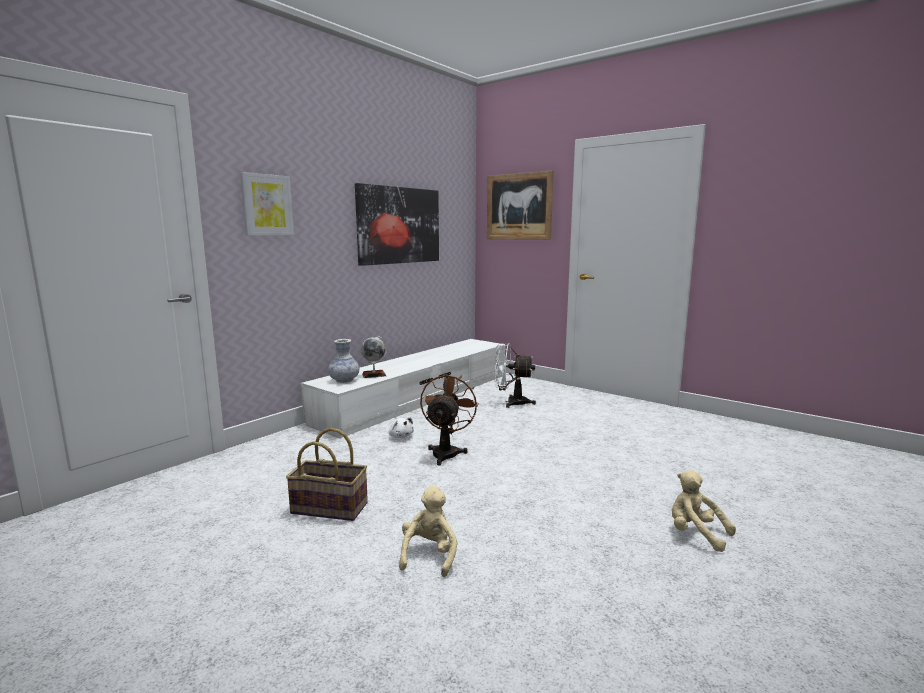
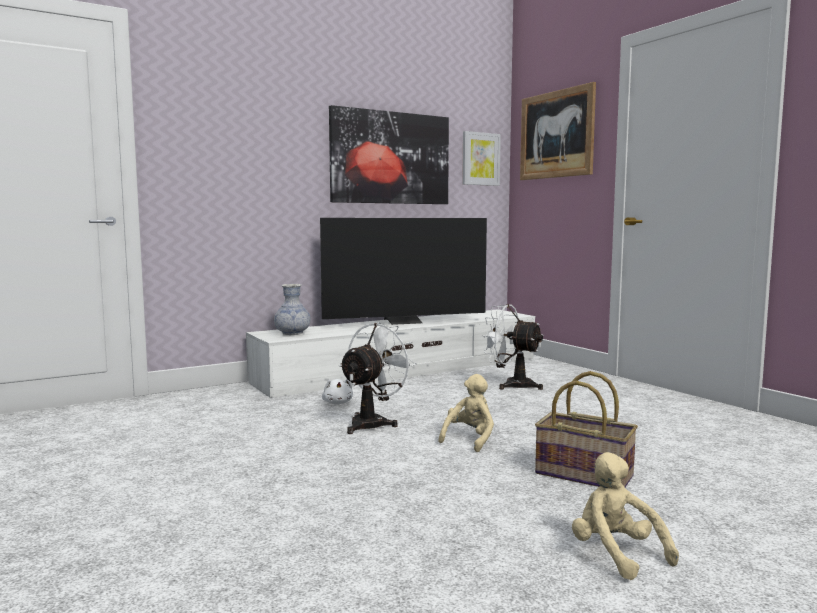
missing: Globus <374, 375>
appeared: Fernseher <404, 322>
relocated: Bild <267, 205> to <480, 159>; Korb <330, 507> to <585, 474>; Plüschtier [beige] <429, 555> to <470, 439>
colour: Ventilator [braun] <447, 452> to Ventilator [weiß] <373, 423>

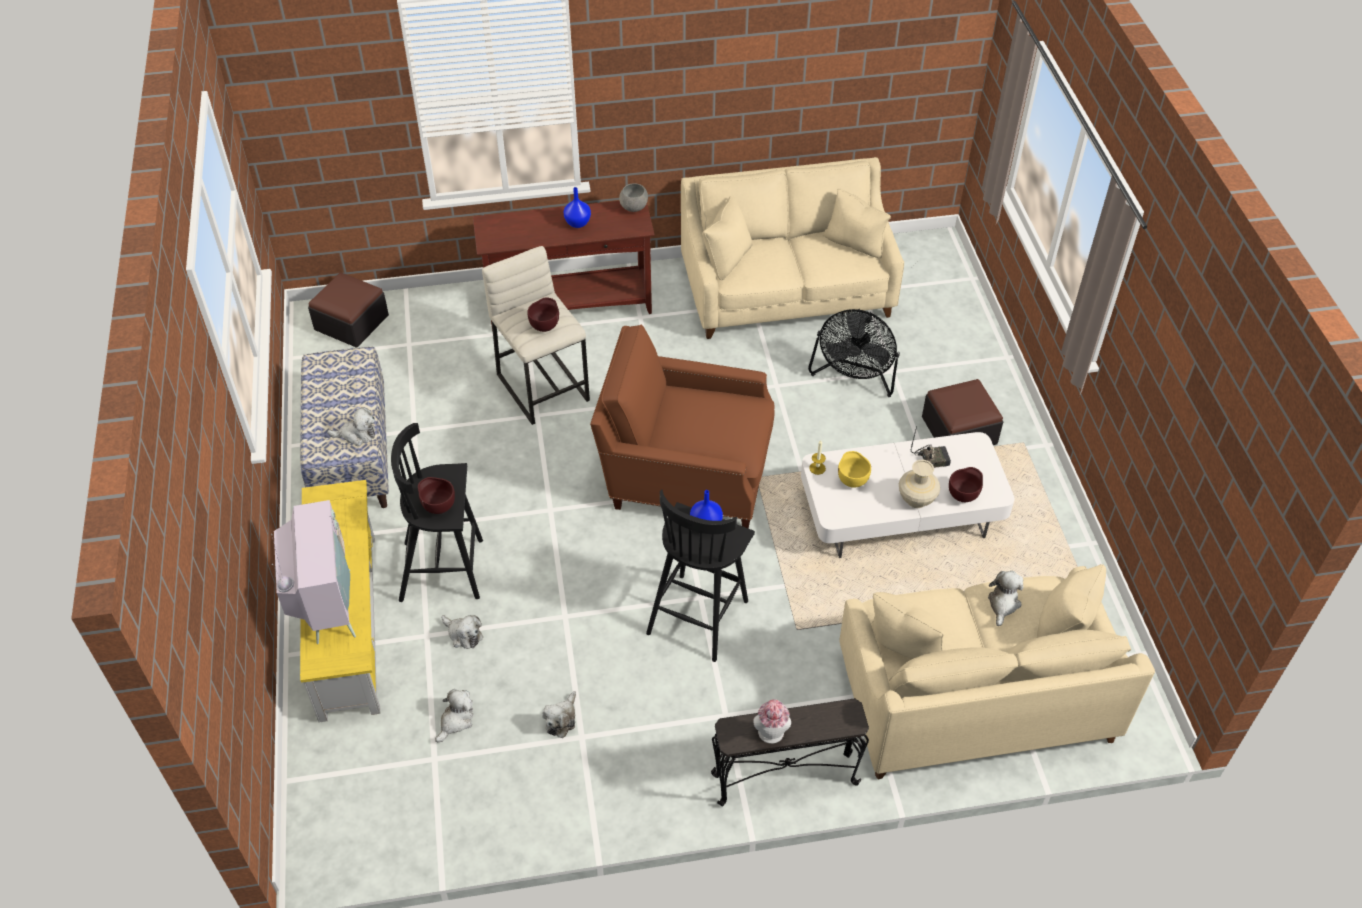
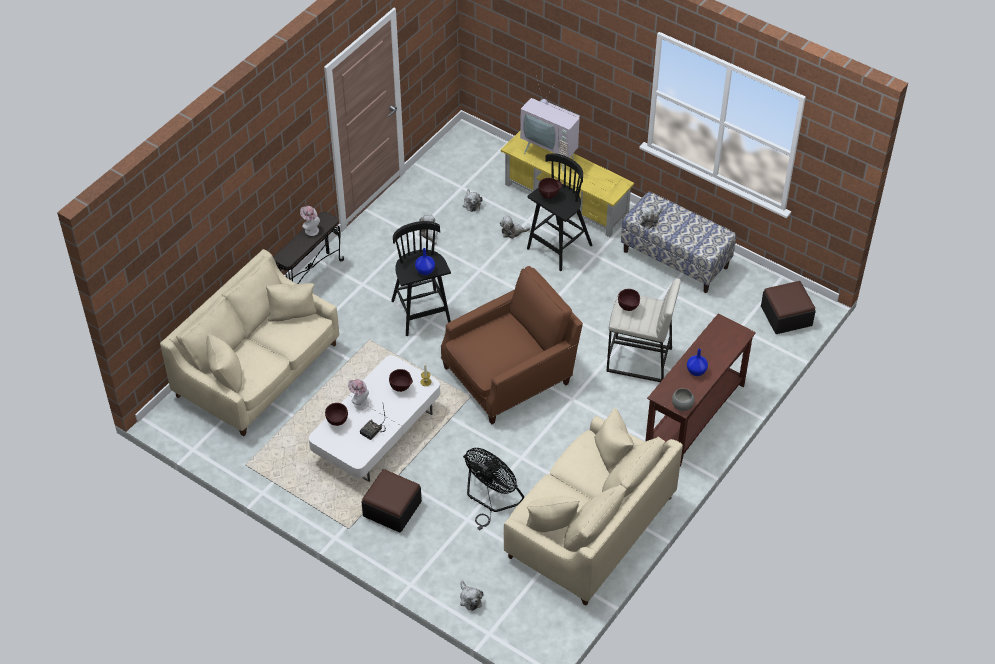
relocated: Plüschtier <1003, 604> to <470, 599>
exchanged: Vase [beige] <916, 499> to Hut <359, 402>
colour: Schüssel [gelb] <852, 480> to Schüssel [braun] <401, 388>
spun: Ventilator [schwarz] <852, 373> = <488, 499> 60 degrees clockwise

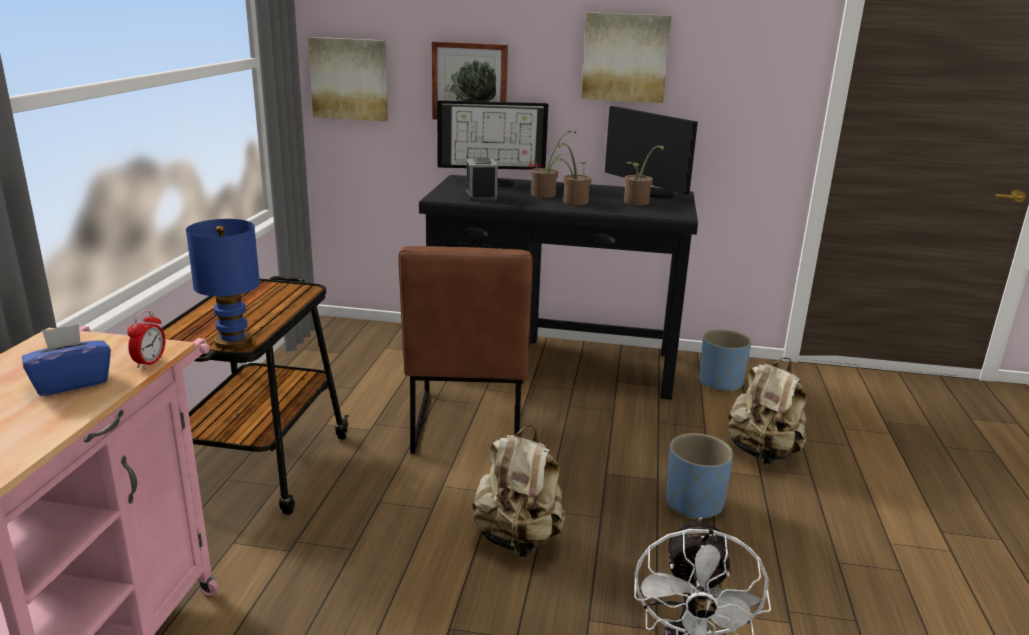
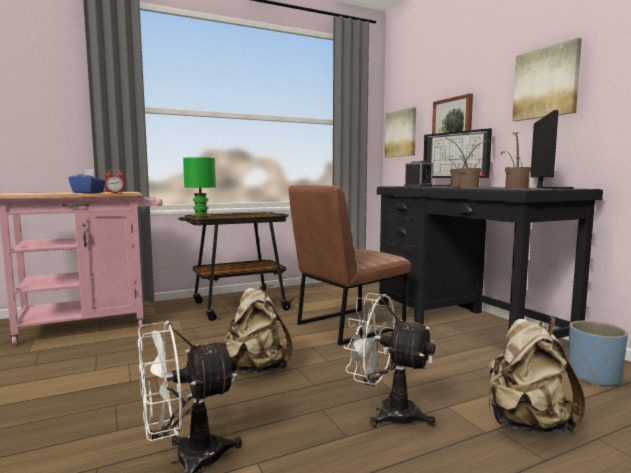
exchanged: Pflanzkübel [blau] <694, 503> to Ventilator [weiß] <387, 412>
colour: Tischlampe [blau] <232, 342> to Tischlampe [grün] <200, 217>

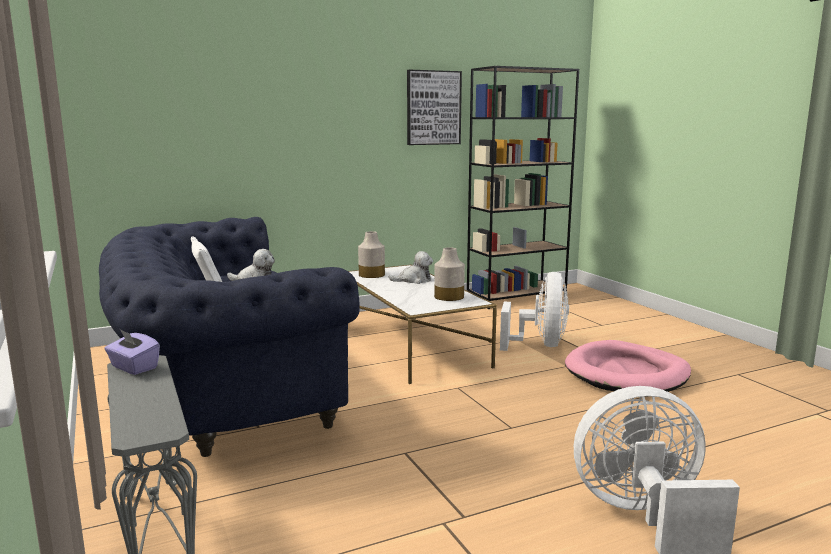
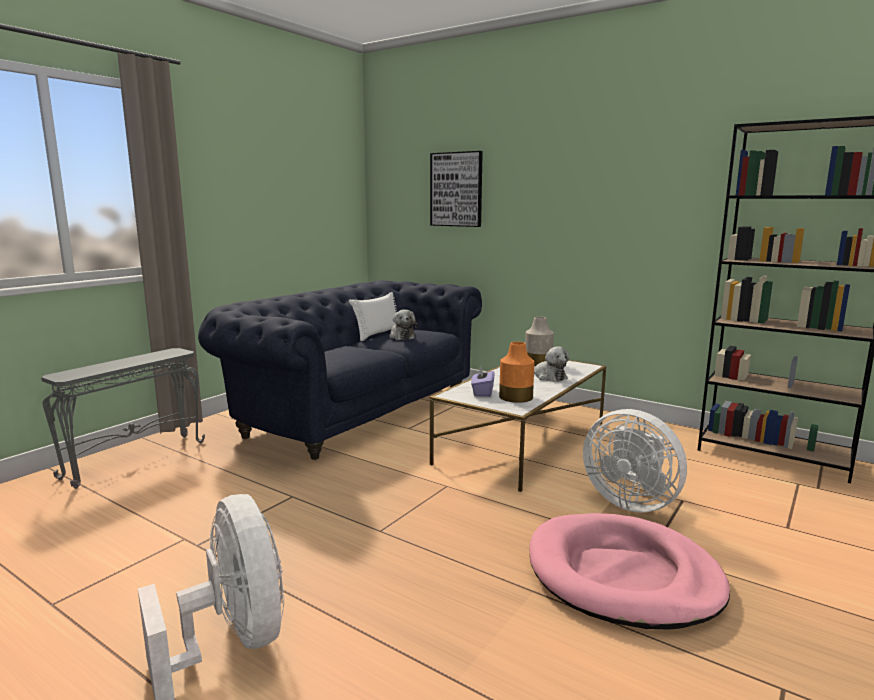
relocated: Taschentuchbox [lila] <133, 367> to <482, 392>; Bild <433, 108> to <456, 189>
colour: Vase [beige] <448, 296> to Vase [orange] <515, 397>
spun: Ventilator [weiß] <540, 345> = <630, 501> 60 degrees clockwise

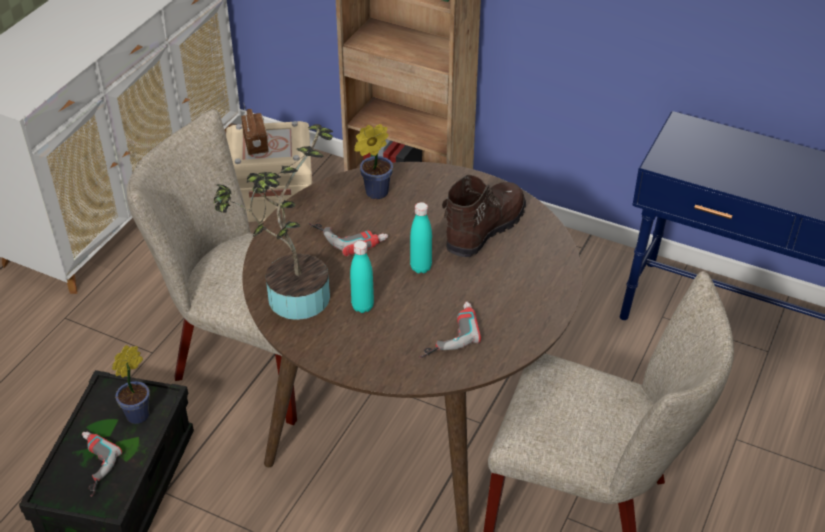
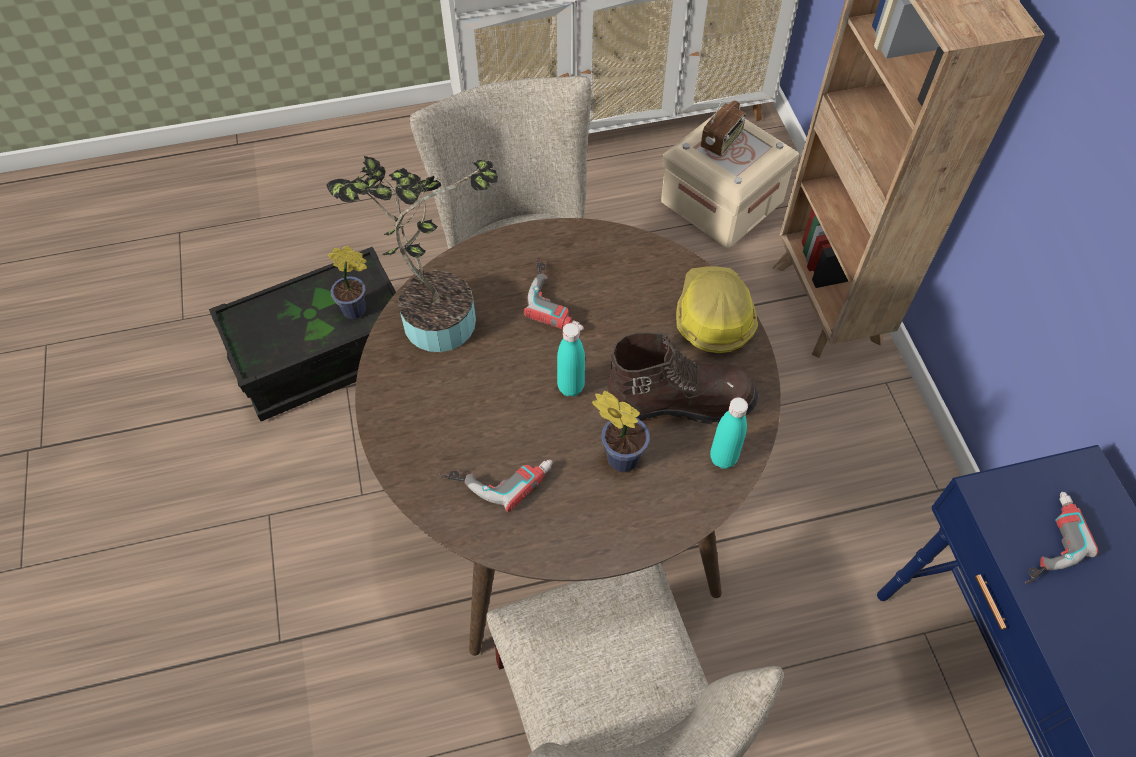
appeared: Schutzhelm <712, 316>
relocated: Bohrmaschine <89, 466> to <1044, 539>; Flasche [türkis] <362, 306> to <723, 458>; Topfpflanze <373, 193> to <619, 456>

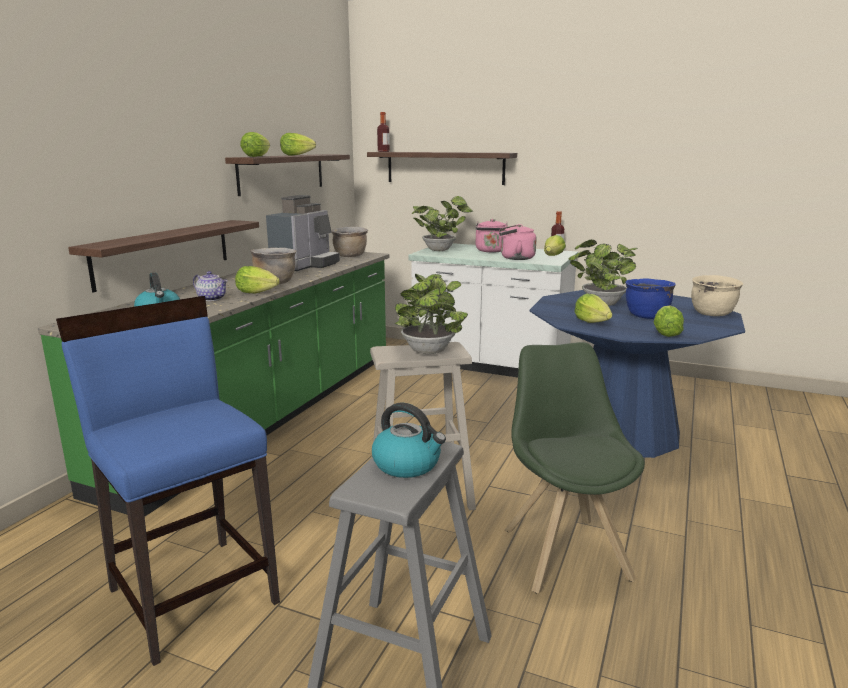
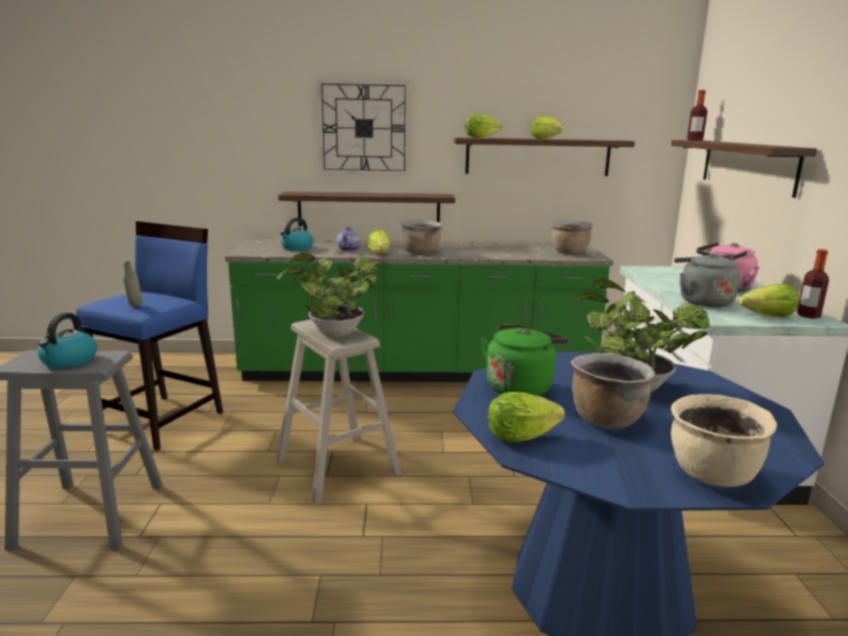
missing: Kaffeemaschine <305, 265>; Topfpflanze <441, 250>; Stuhl [grün] <564, 553>
appeared: Flasche [grau] <134, 306>; Wanduhr <364, 128>
exchanged: Salatkopf <592, 322> to Wasserkessel [grün] <520, 387>
colour: Wasserkessel [rosa] <515, 258> to Wasserkessel [grau] <702, 301>; Kochtopf [blau] <646, 316> to Kochtopf [braun] <606, 419>

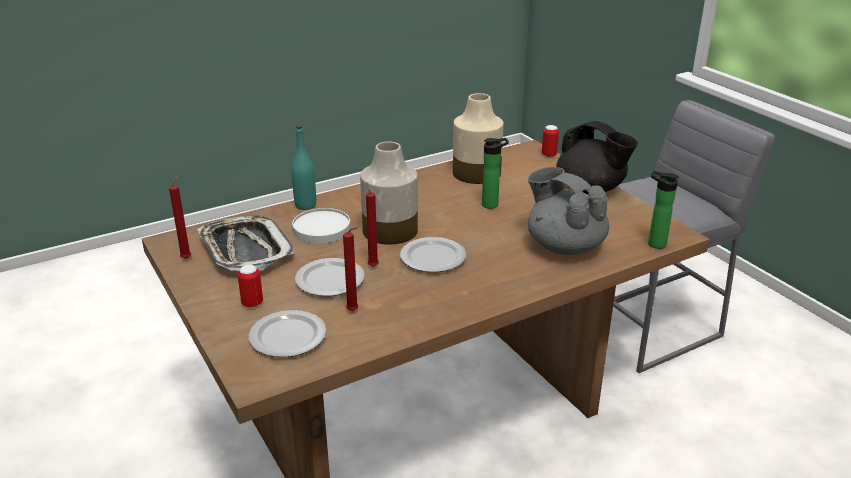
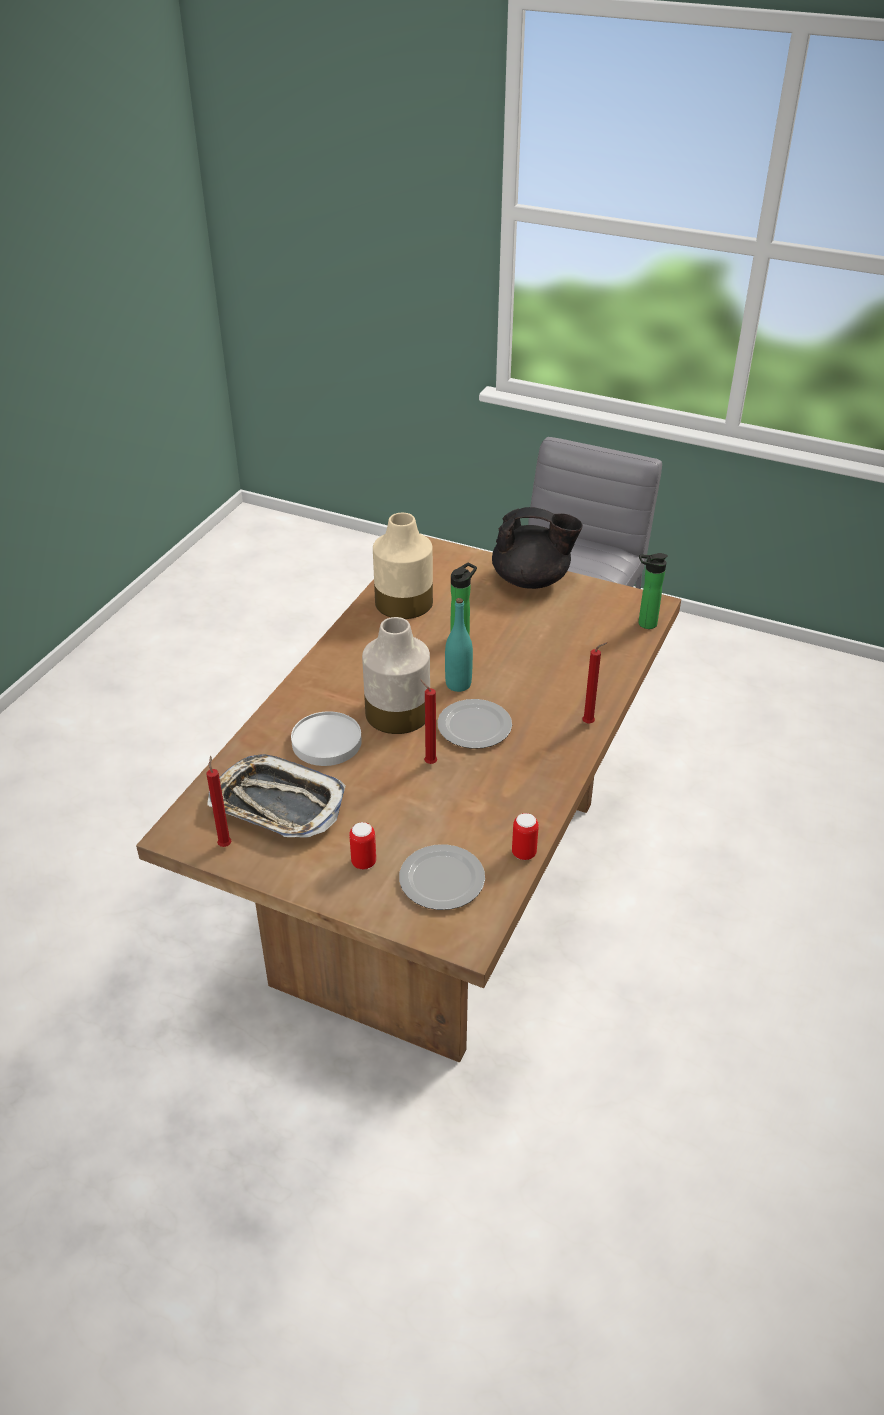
missing: Teller <330, 279>; Teekanne [grau] <564, 246>
relocated: Flasche [türkis] <305, 205> to <458, 684>; Kerze [rot] <354, 311> to <590, 723>; Dose <549, 155> to <524, 853>

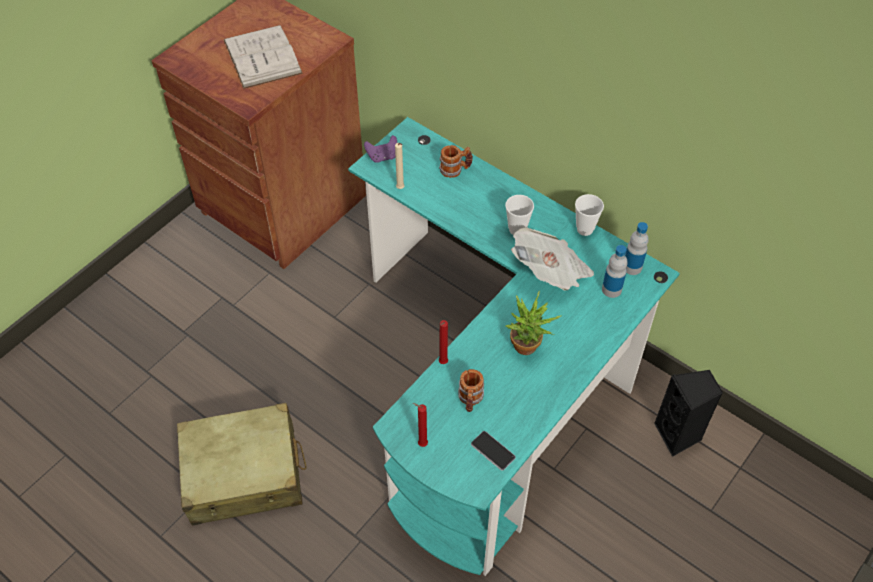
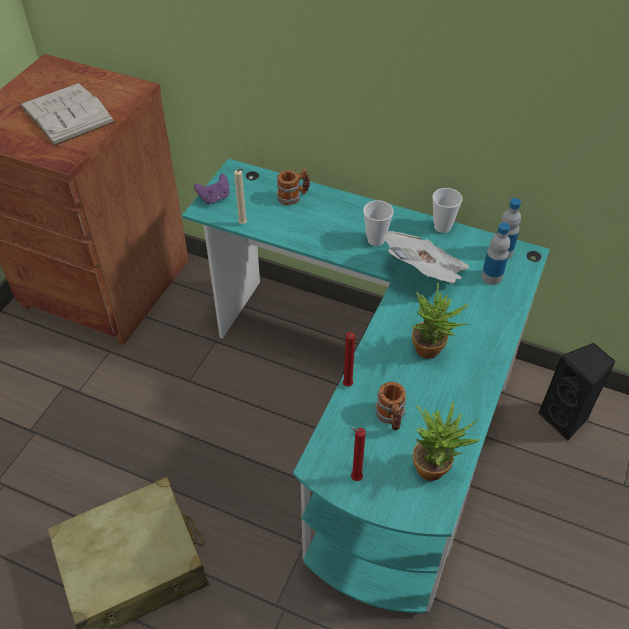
exchanged: Handy <493, 451> to Topfpflanze <436, 467>

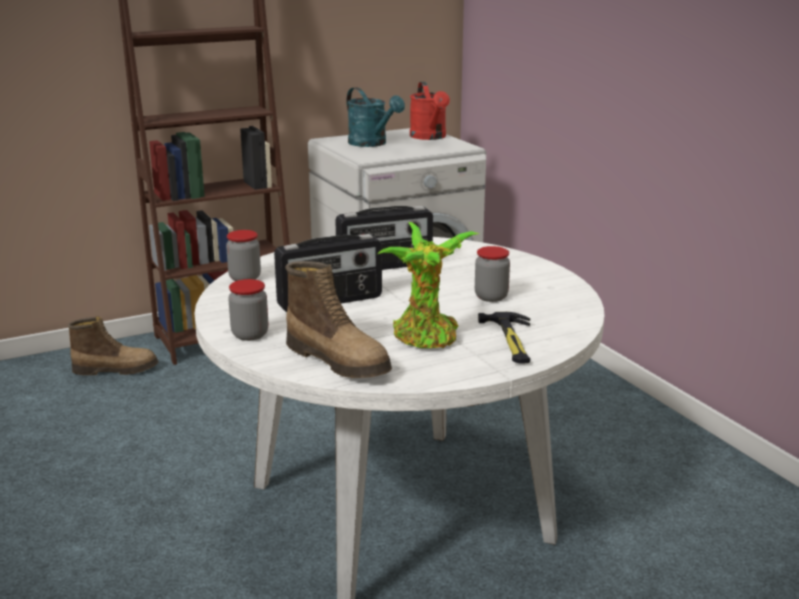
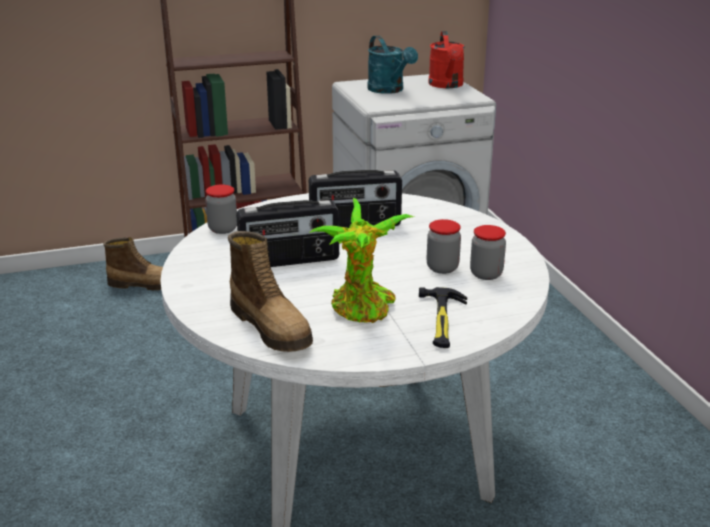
relocated: Vorratsglas <250, 335> to <486, 274>

